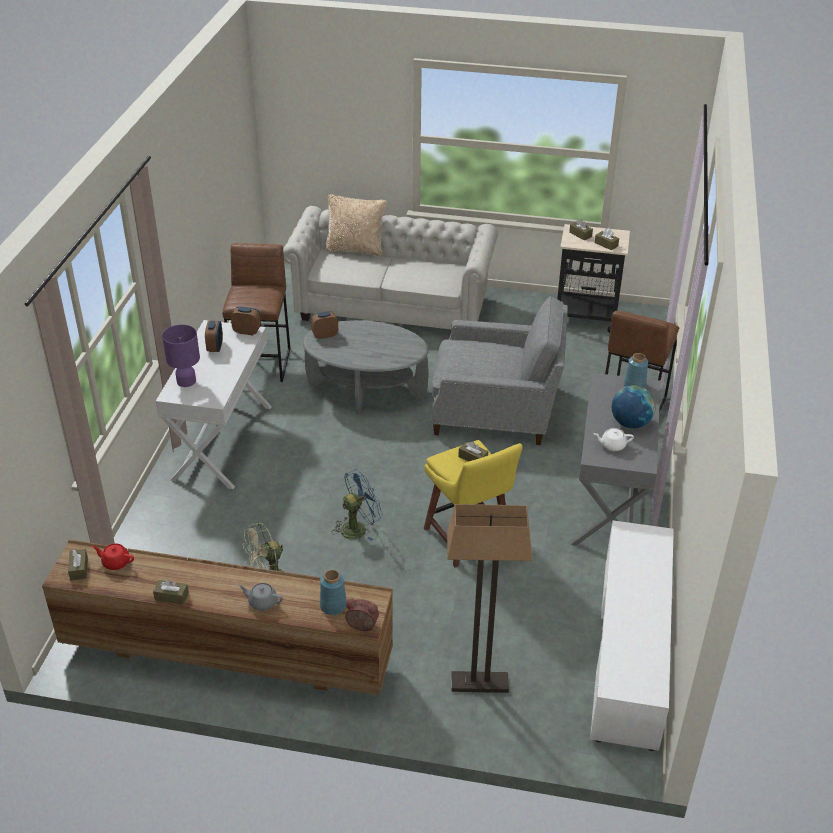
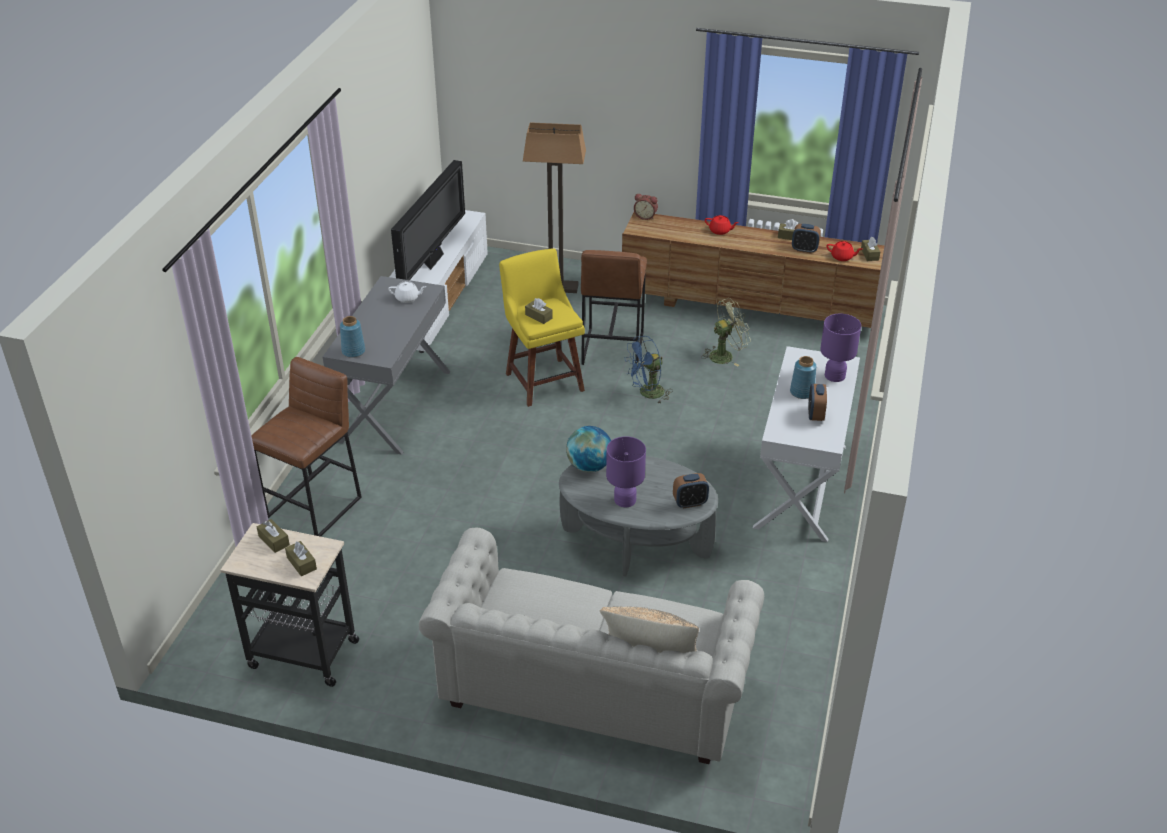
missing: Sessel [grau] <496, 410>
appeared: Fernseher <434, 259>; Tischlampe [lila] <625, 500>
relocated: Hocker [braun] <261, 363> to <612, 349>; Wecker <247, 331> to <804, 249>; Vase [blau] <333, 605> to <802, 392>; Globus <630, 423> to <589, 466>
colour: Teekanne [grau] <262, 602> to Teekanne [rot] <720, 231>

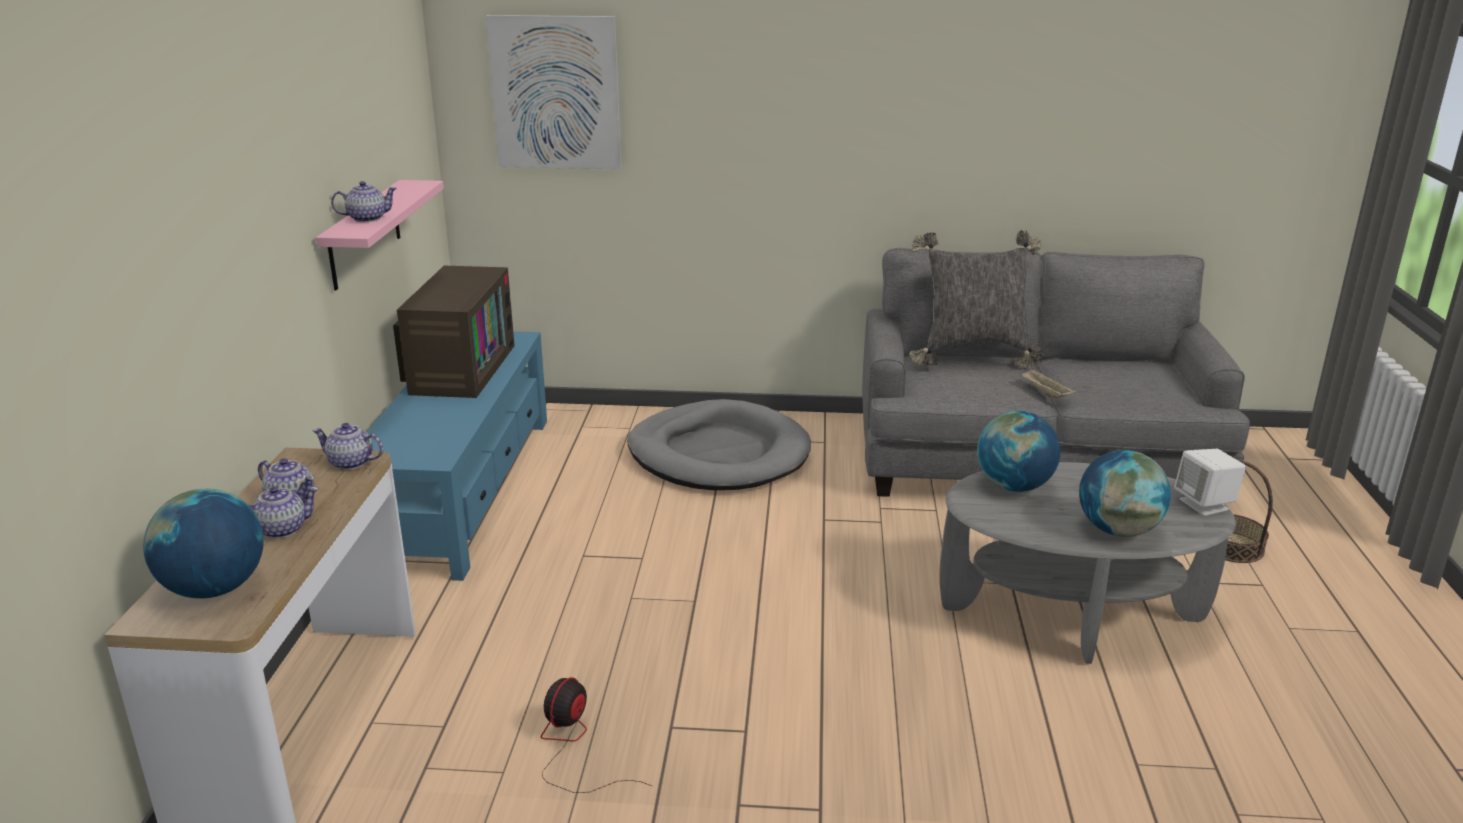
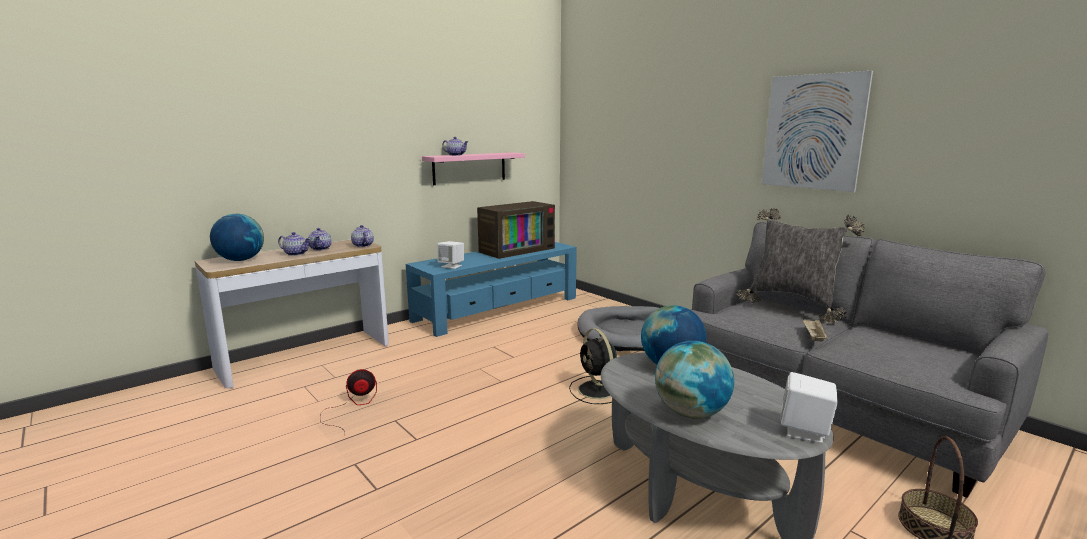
appeared: Lautsprecher [weiß] <451, 266>; Ventilator [schwarz] <597, 391>
relocated: Bild <555, 93> to <813, 132>

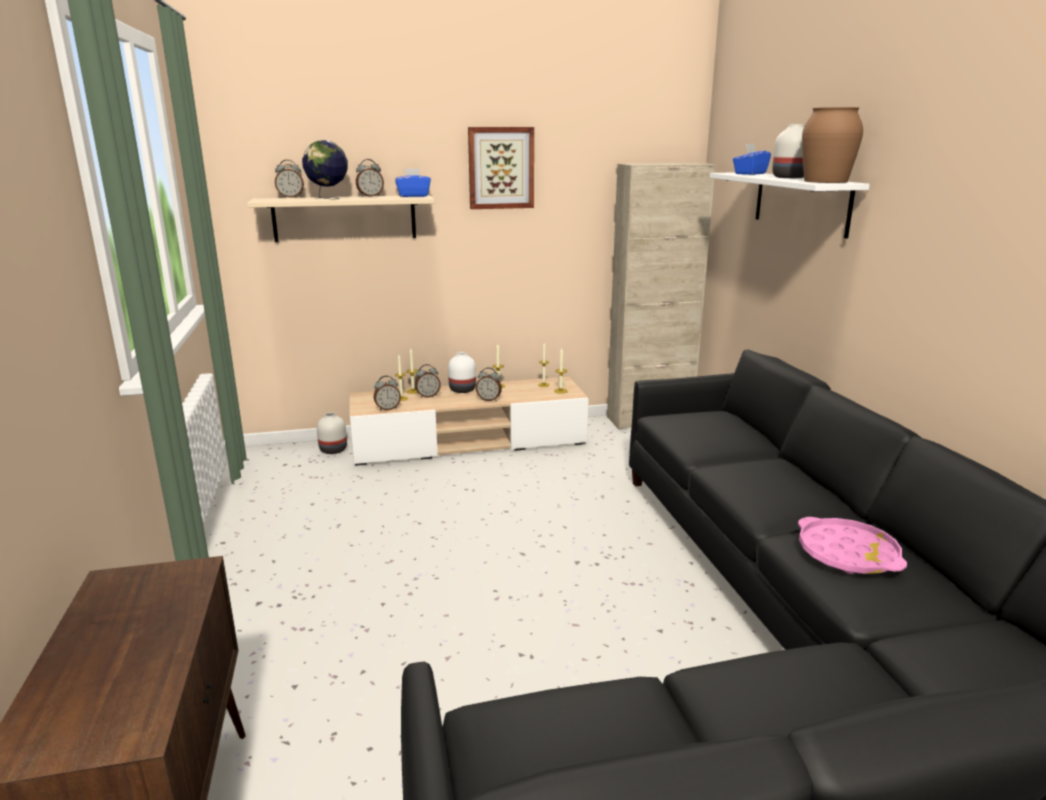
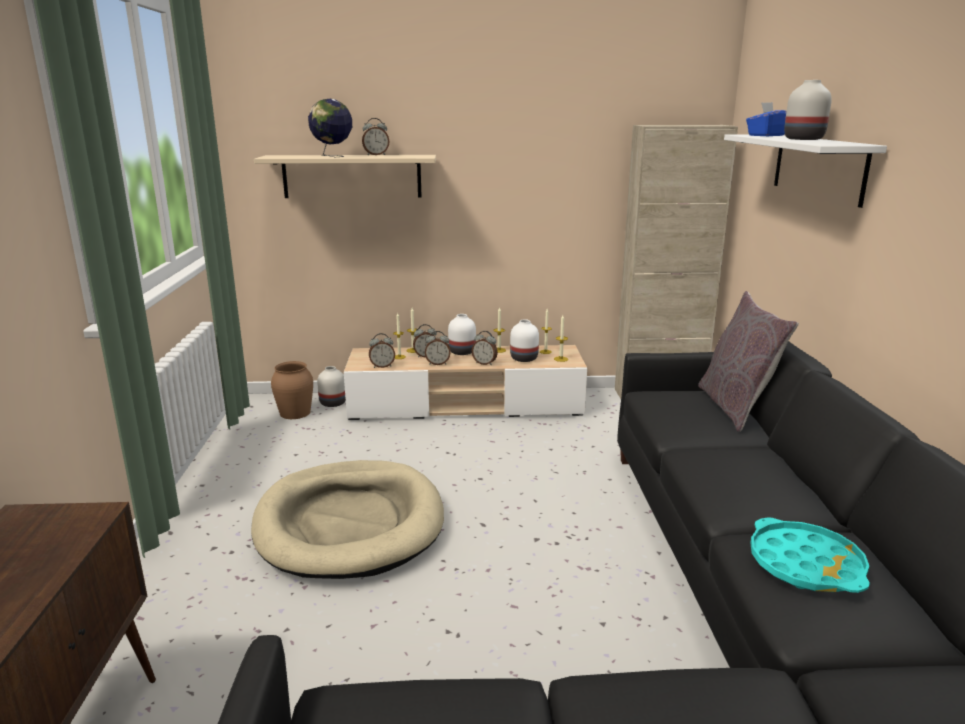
missing: Taschentuchbox [blau] <413, 196>; Bild <501, 168>
appeared: Hundebett [beige] <350, 524>; Vase [weiß] <523, 358>; Kissen [grau] <736, 407>
relocated: Wecker <291, 197> to <438, 363>; Vase [braun] <825, 181> to <294, 413>
colour: Tablett [rosa] <847, 554> to Tablett [türkis] <805, 565>

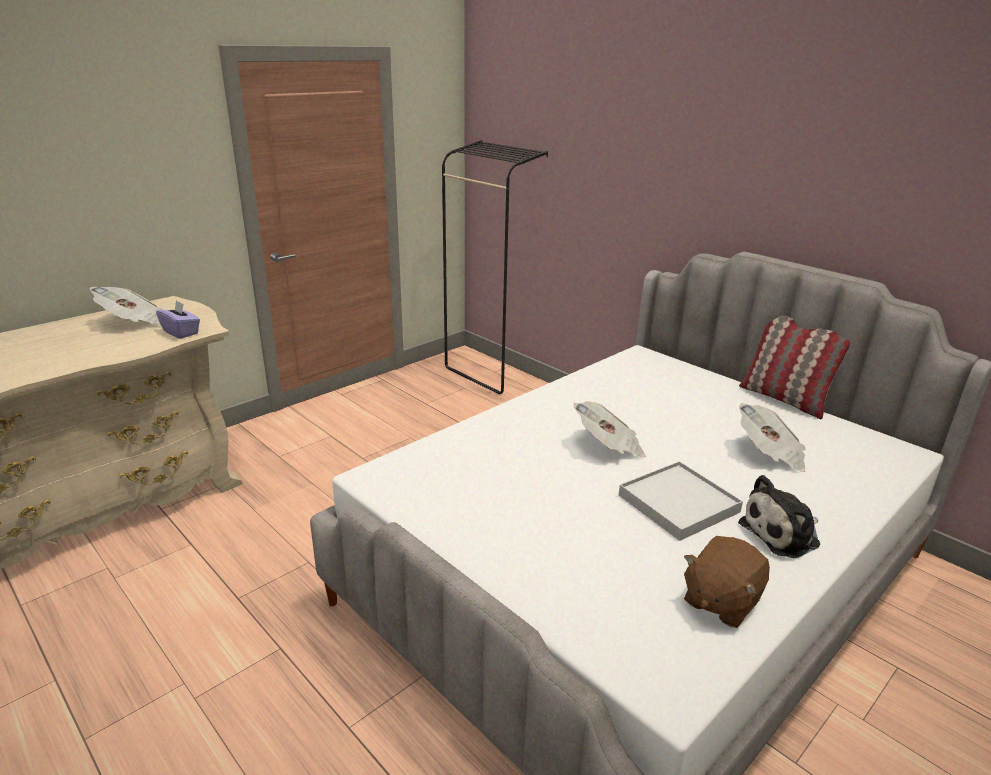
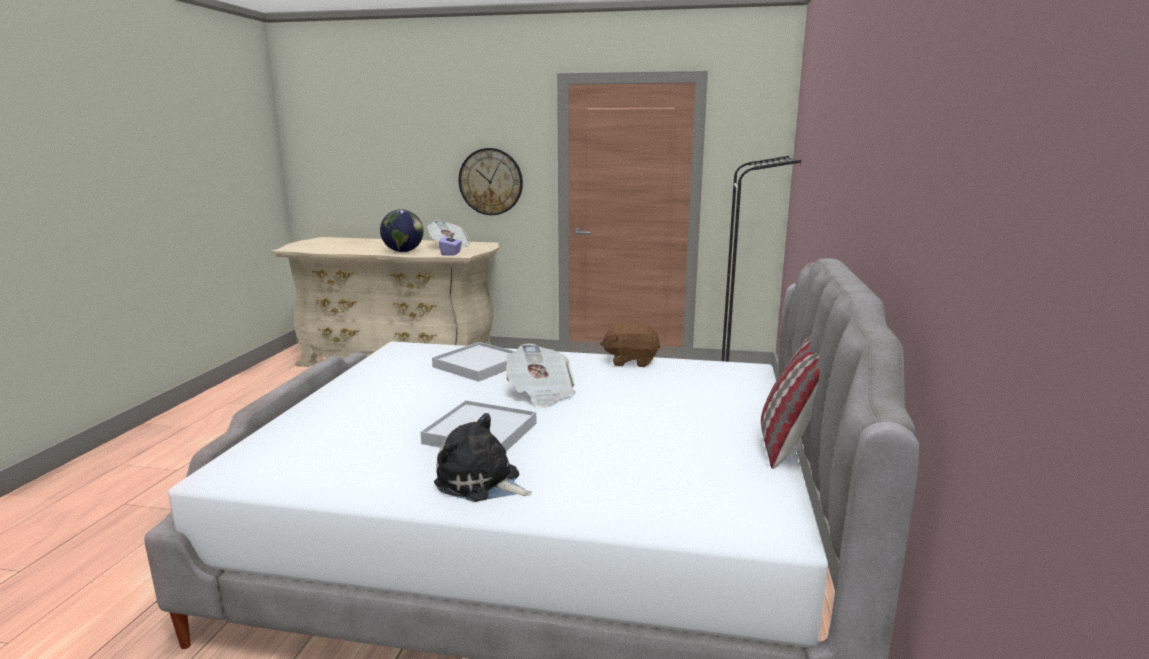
missing: Zeitung <770, 454>
appeared: Globus <403, 251>; Tablett [weiß] <479, 365>; Wanduhr <490, 181>
relocated: Plüschtier [braun] <720, 601> to <631, 361>

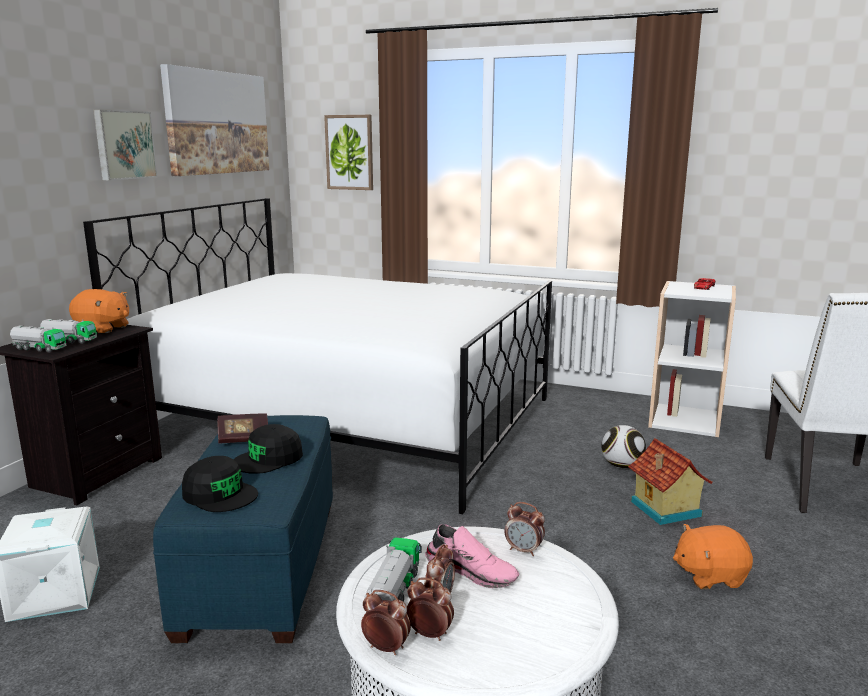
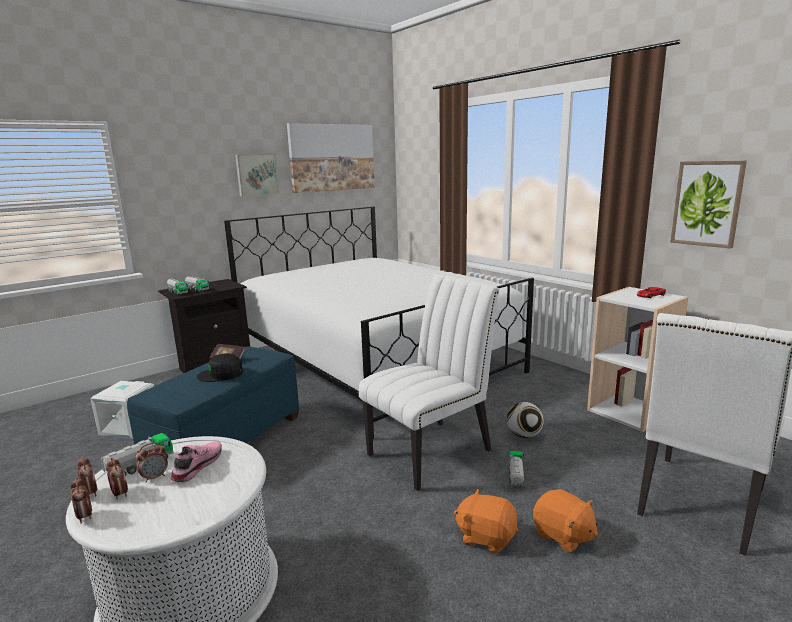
missing: Kappe [schwarz] <220, 494>
appeared: Stuhl [weiß] <429, 453>
relocated: Plüschtier [orange] <102, 328> to <563, 535>; Bild <349, 152> to <707, 203>; Wecker <524, 550> to <85, 516>
exchanged: Spielzeughaus <664, 509> to Spielzeuglaster <516, 477>
spun: Schuh [rosa] <472, 570> = <197, 466> 135 degrees counterclockwise

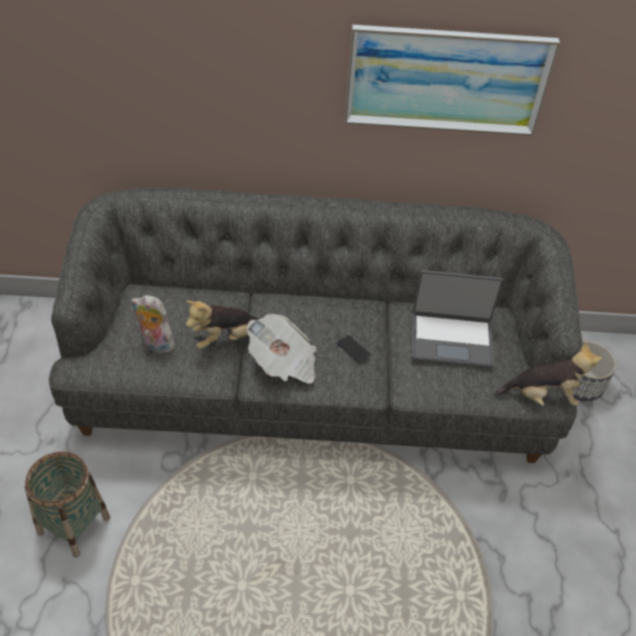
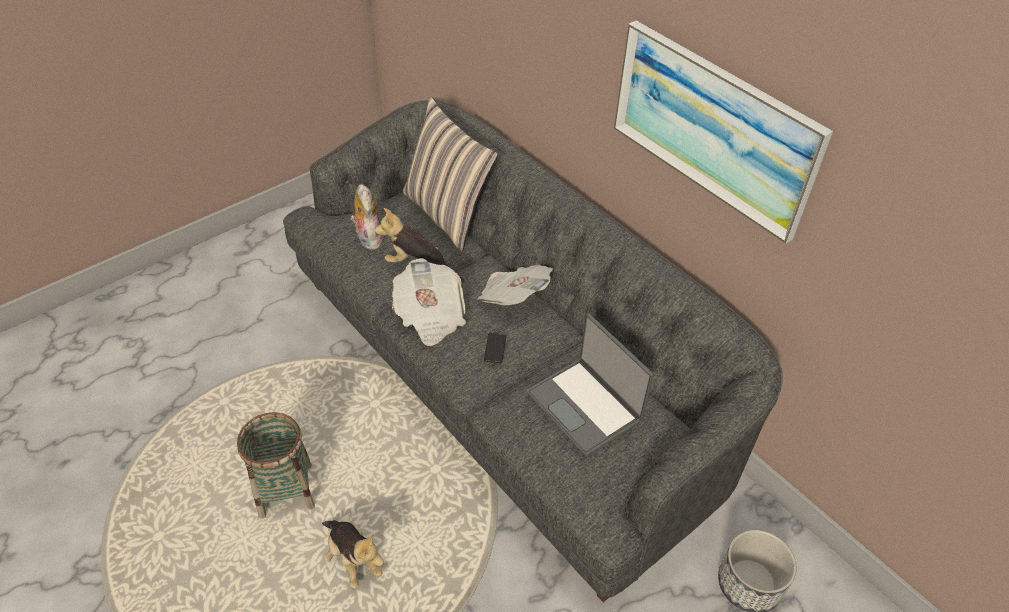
appeared: Kissen <448, 214>; Zeitung <513, 297>
relocated: Korb <74, 525> to <286, 490>; Plüschtier <542, 396> to <353, 559>

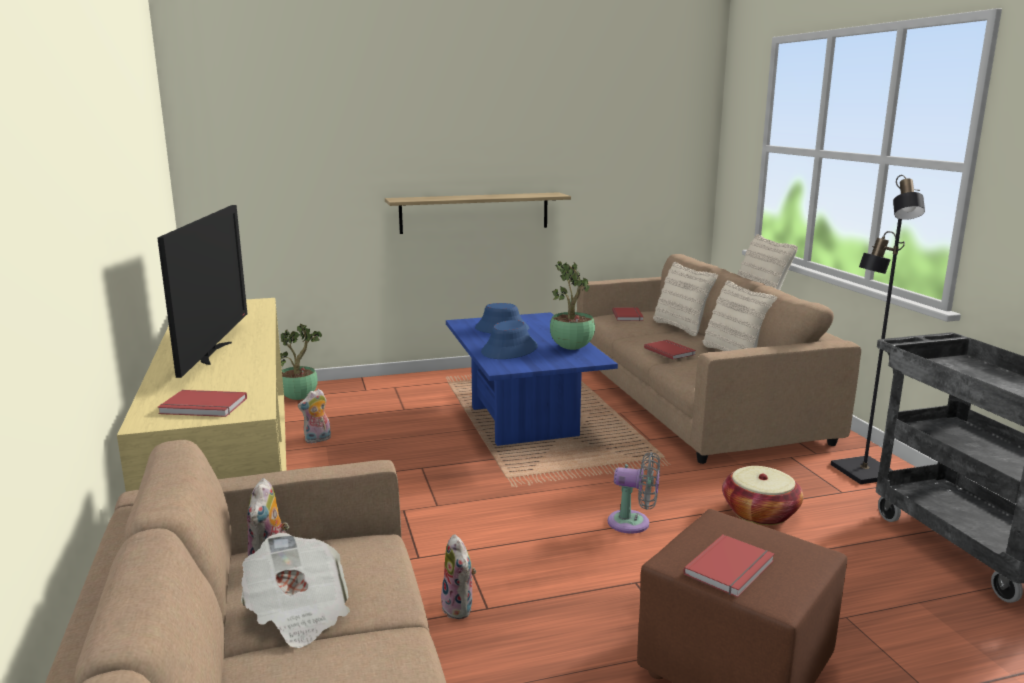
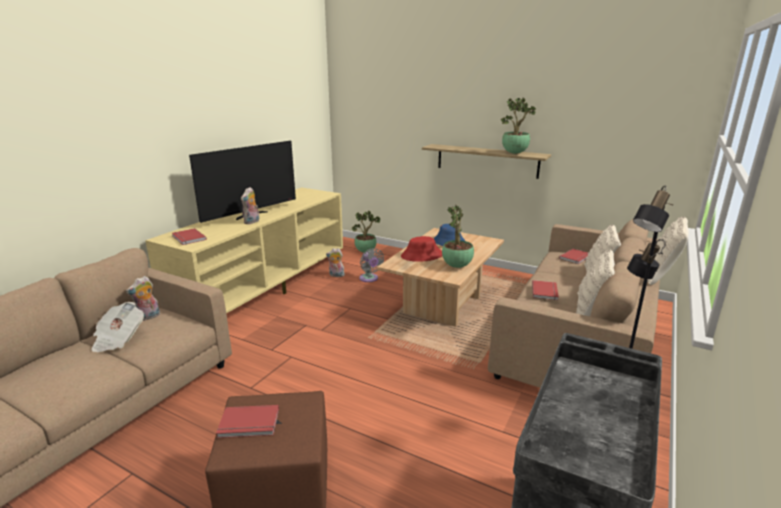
missing: Korb <760, 513>
appeared: Topfpflanze <515, 153>
relocated: Plüschtier <460, 608> to <252, 222>; Ventilator [grau] <633, 523> to <369, 279>
colour: Couchtisch [blau] <523, 421> to Couchtisch [beige] <442, 305>; Hut [blau] <509, 350> to Hut [rot] <422, 255>

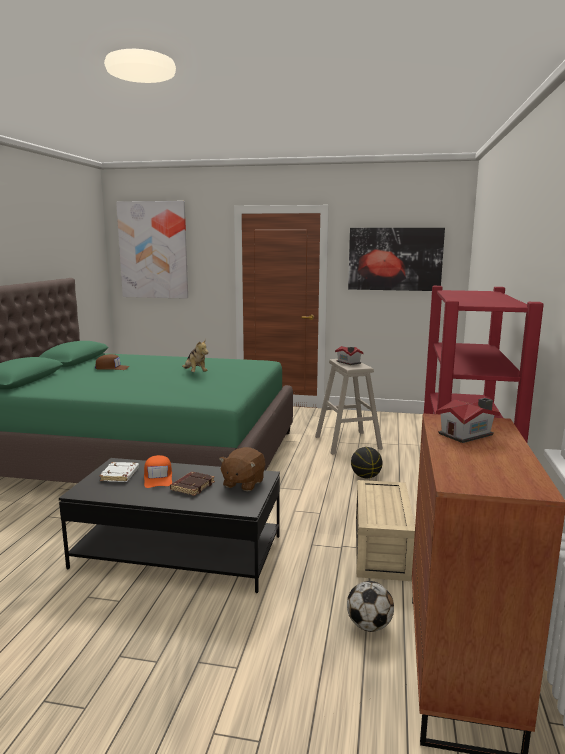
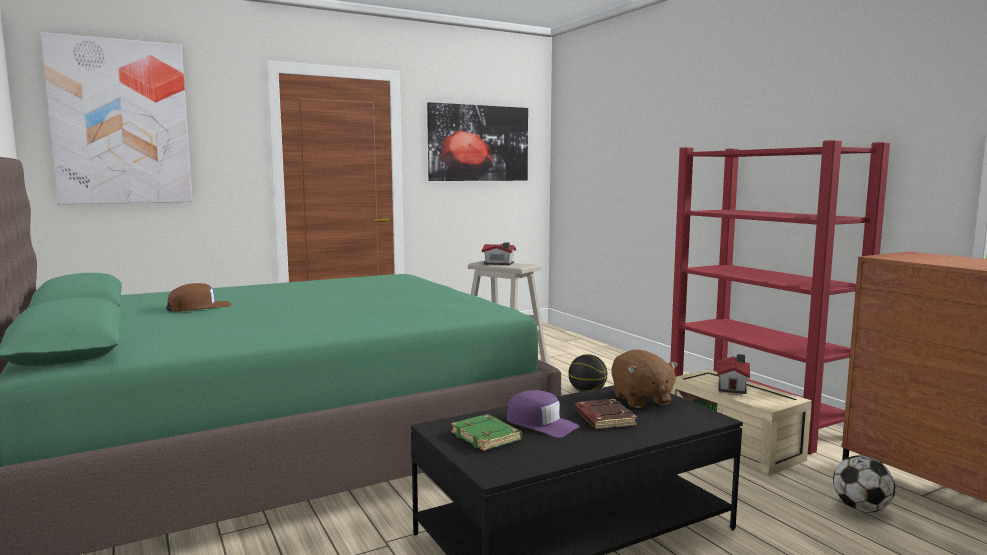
missing: Plüschtier <195, 373>
relocated: Spielzeughaus <467, 434> to <733, 387>
colour: Buch [weiß] <120, 475> to Buch [grün] <487, 437>; Kappe [orange] <158, 477> to Kappe [lila] <541, 424>

